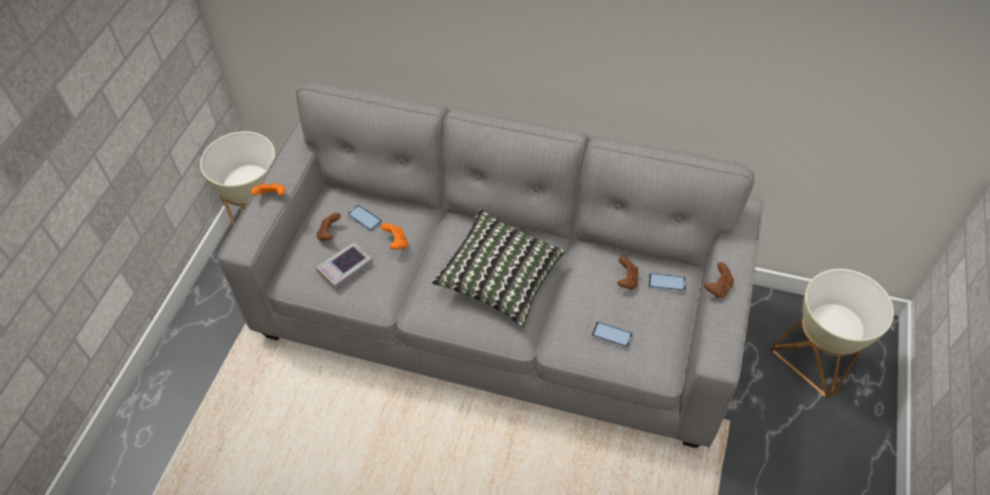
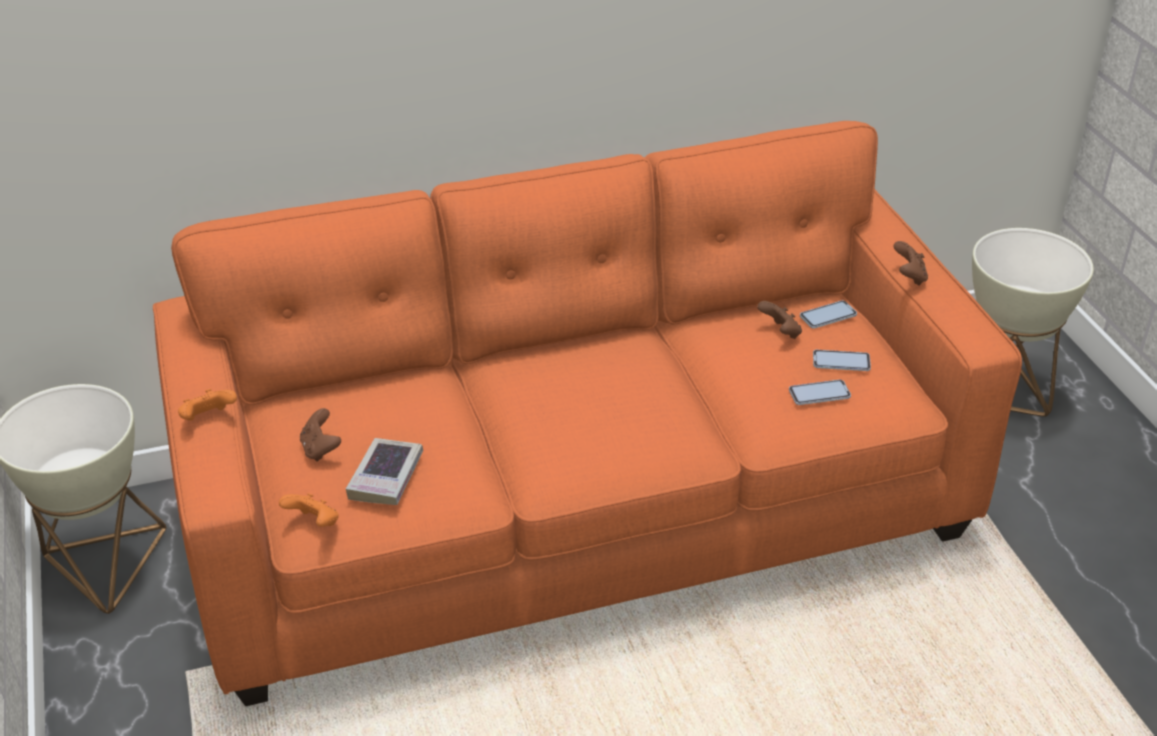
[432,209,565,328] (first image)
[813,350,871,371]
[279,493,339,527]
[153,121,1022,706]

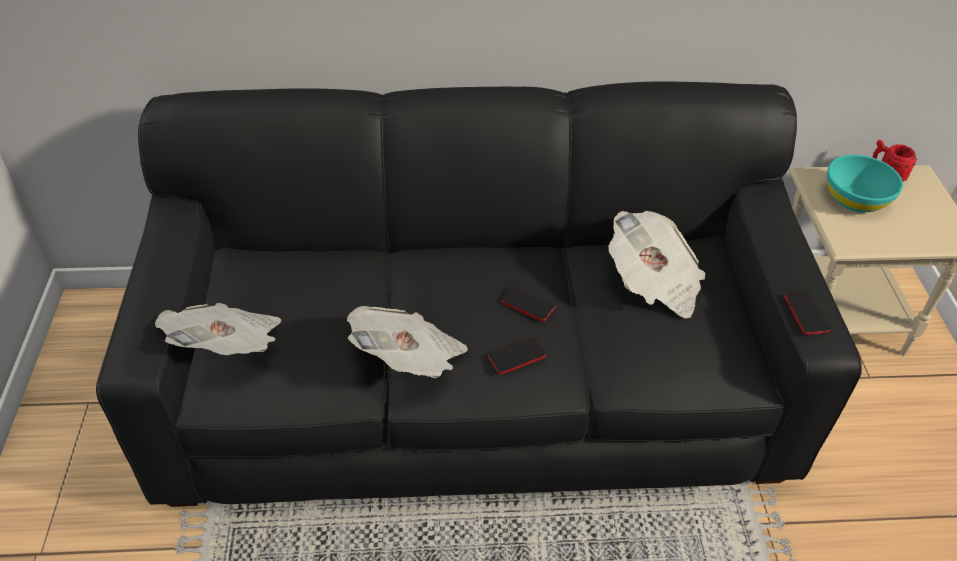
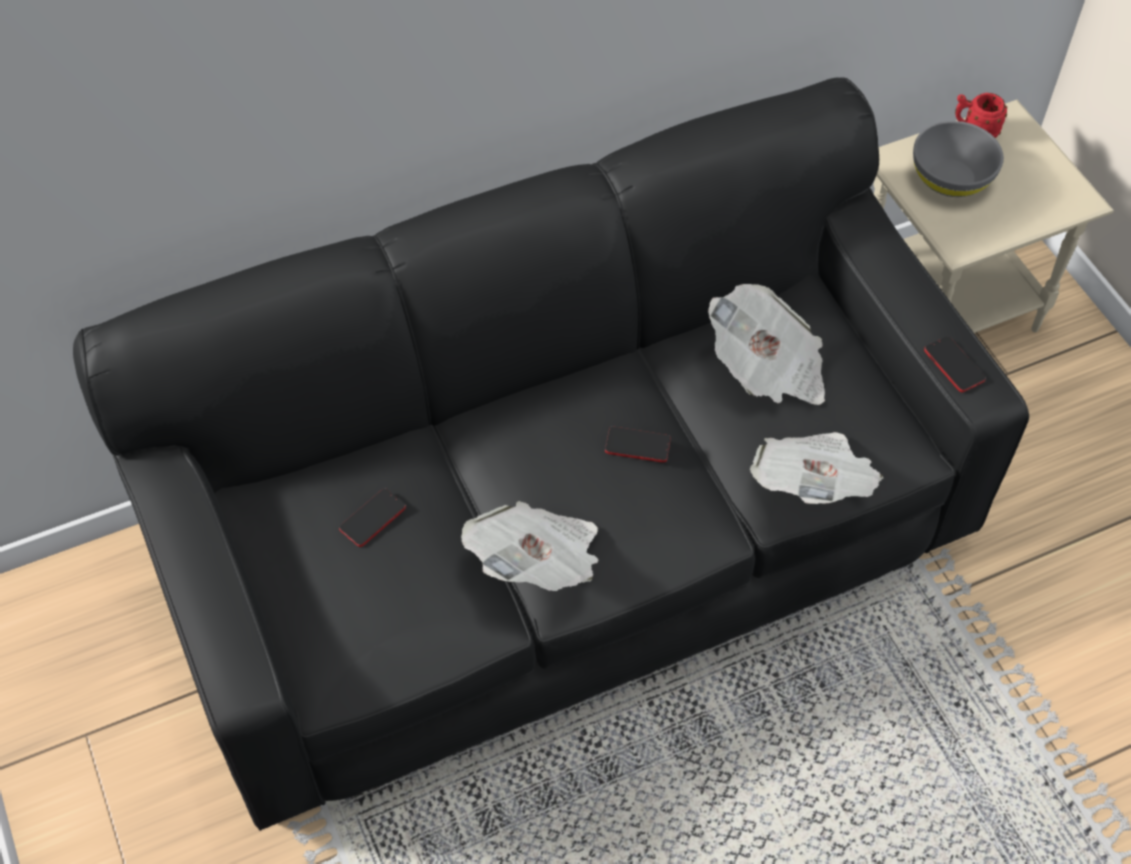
[750,432,883,504]
[339,489,406,547]
[913,121,1004,197]

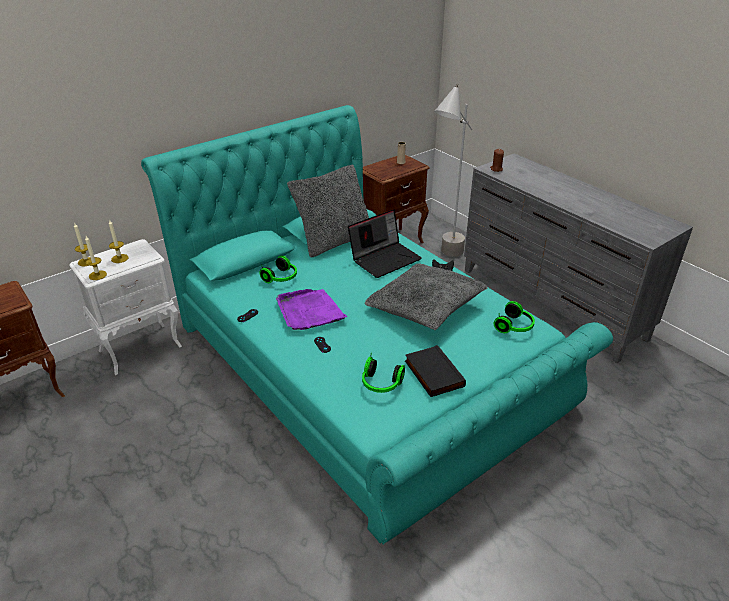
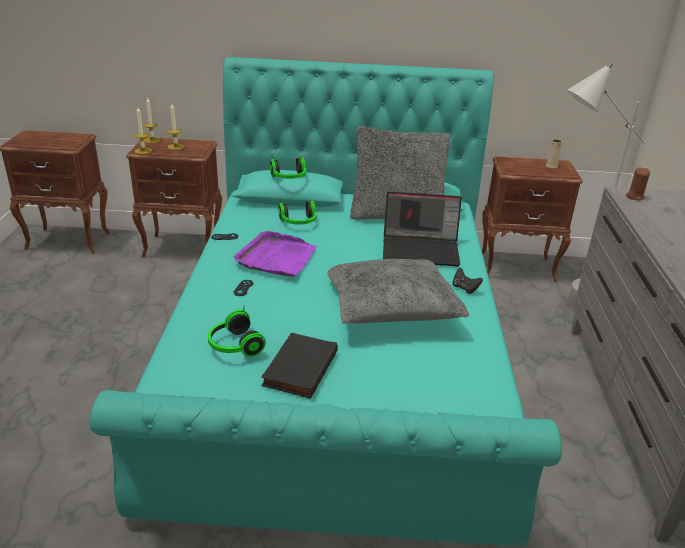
[270,157,306,179]
[126,137,222,258]

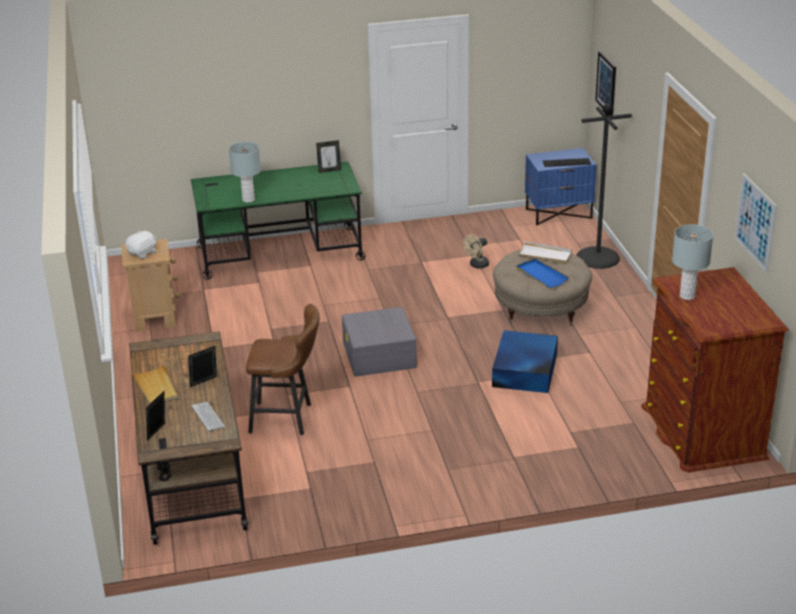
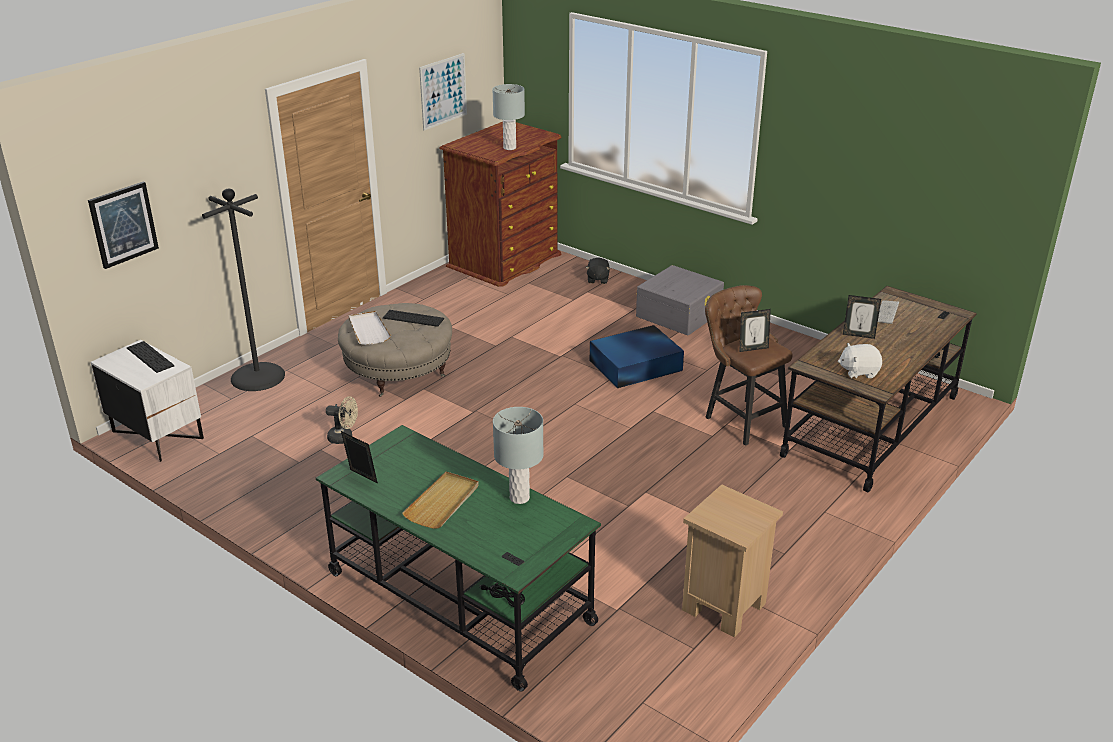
[585,258,610,284]
[838,343,882,378]
[402,472,479,529]
[739,309,771,352]
[636,265,724,335]
[590,325,684,388]
[383,310,444,327]
[91,340,204,462]

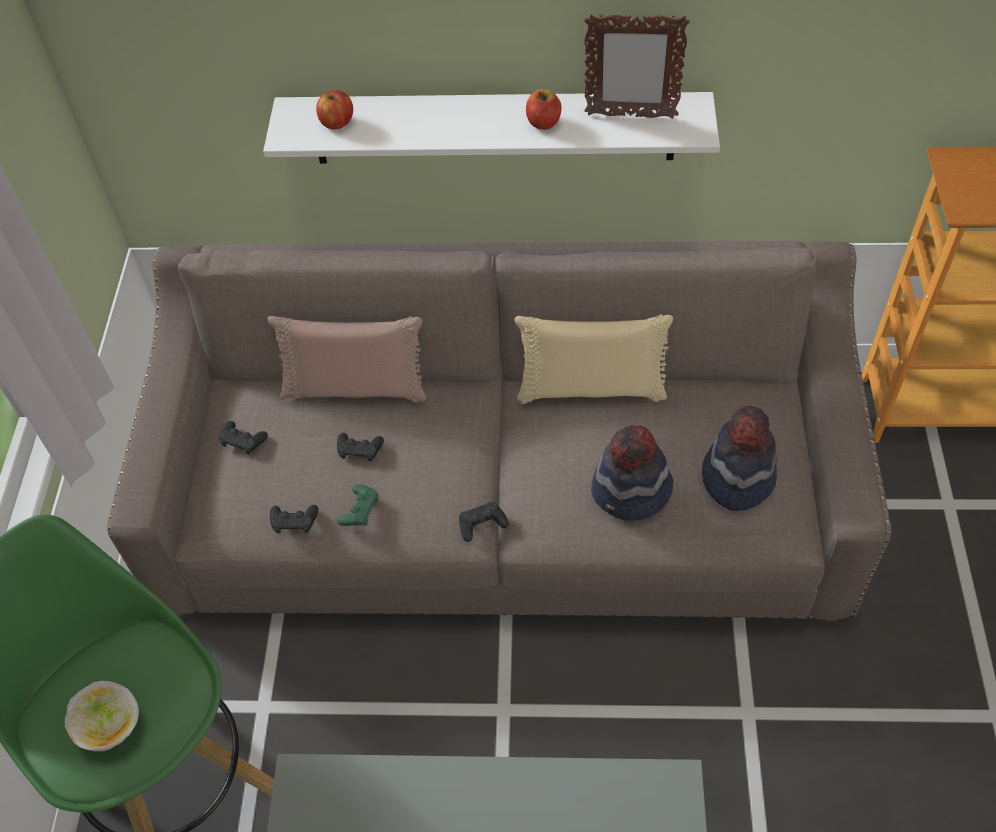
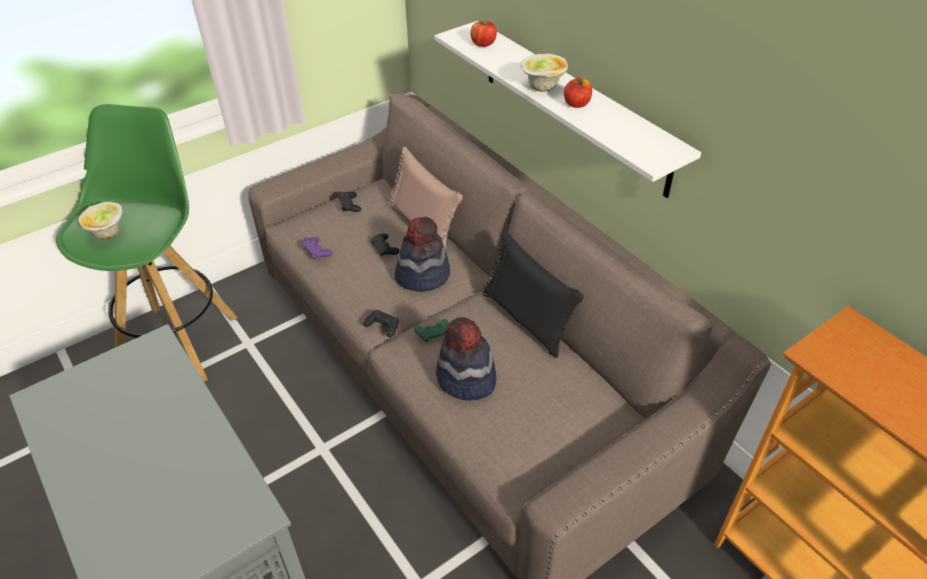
[584,13,689,119] (first image)
[520,54,568,92]
[414,319,449,343]
[395,217,450,292]
[302,237,332,260]
[482,231,584,358]

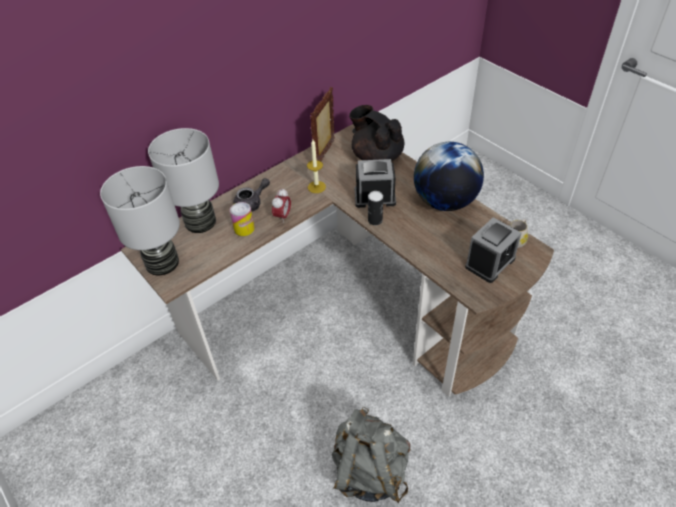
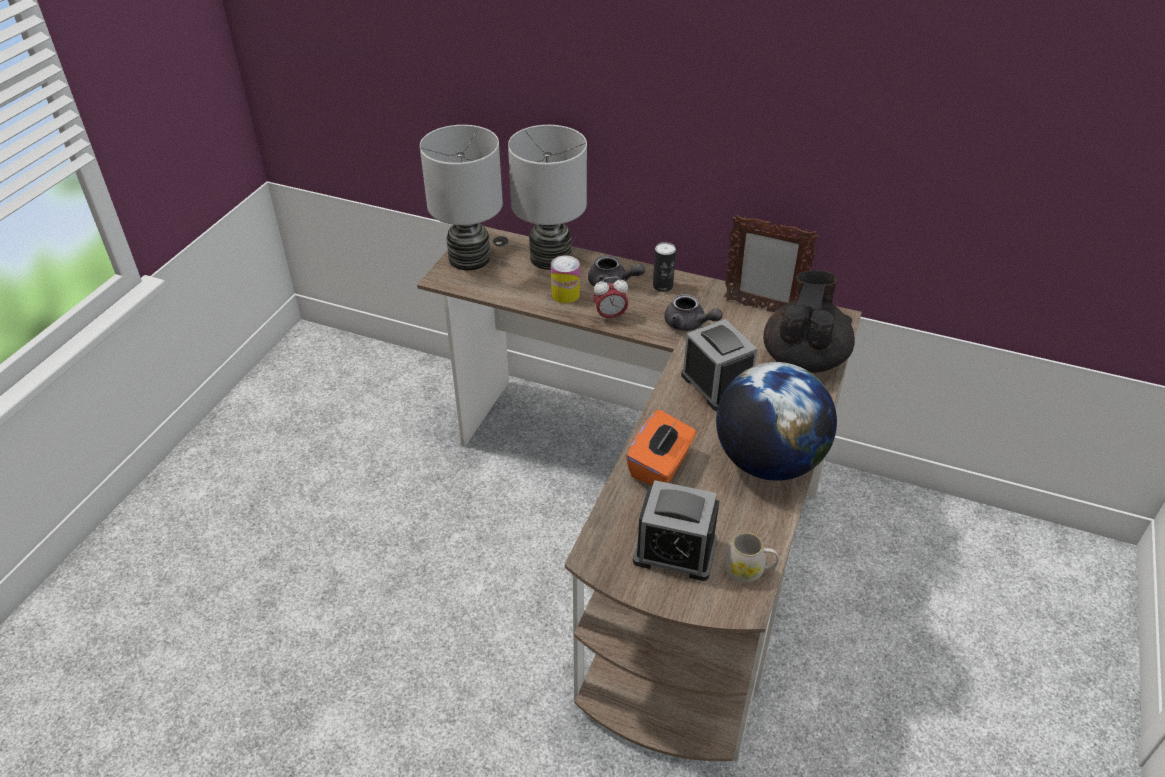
[332,406,411,503] (first image)
[626,410,696,485]
[653,242,676,292]
[664,294,723,331]
[724,215,819,312]

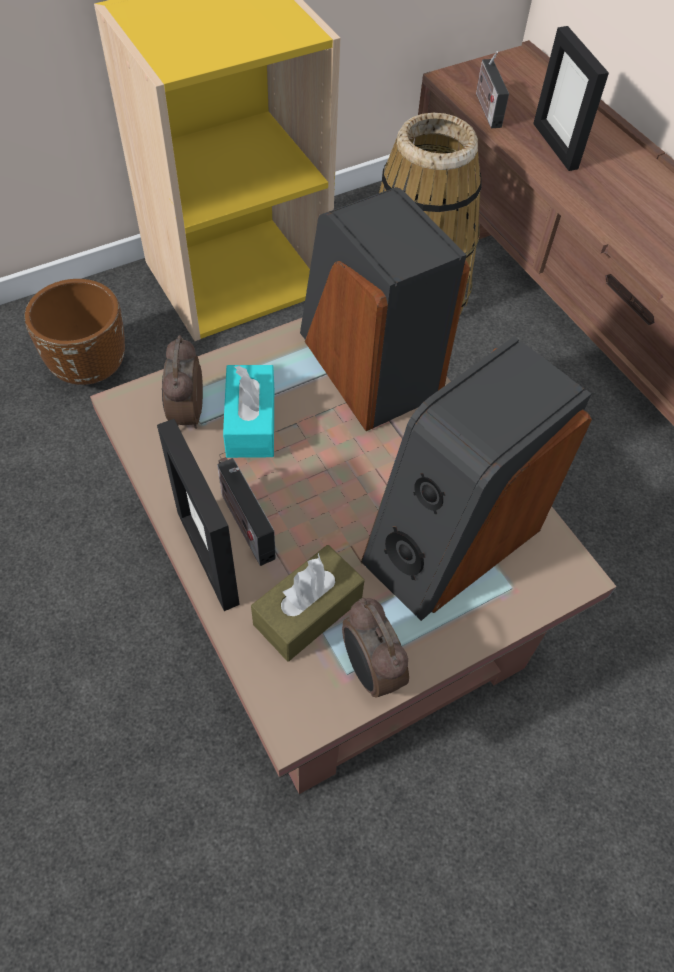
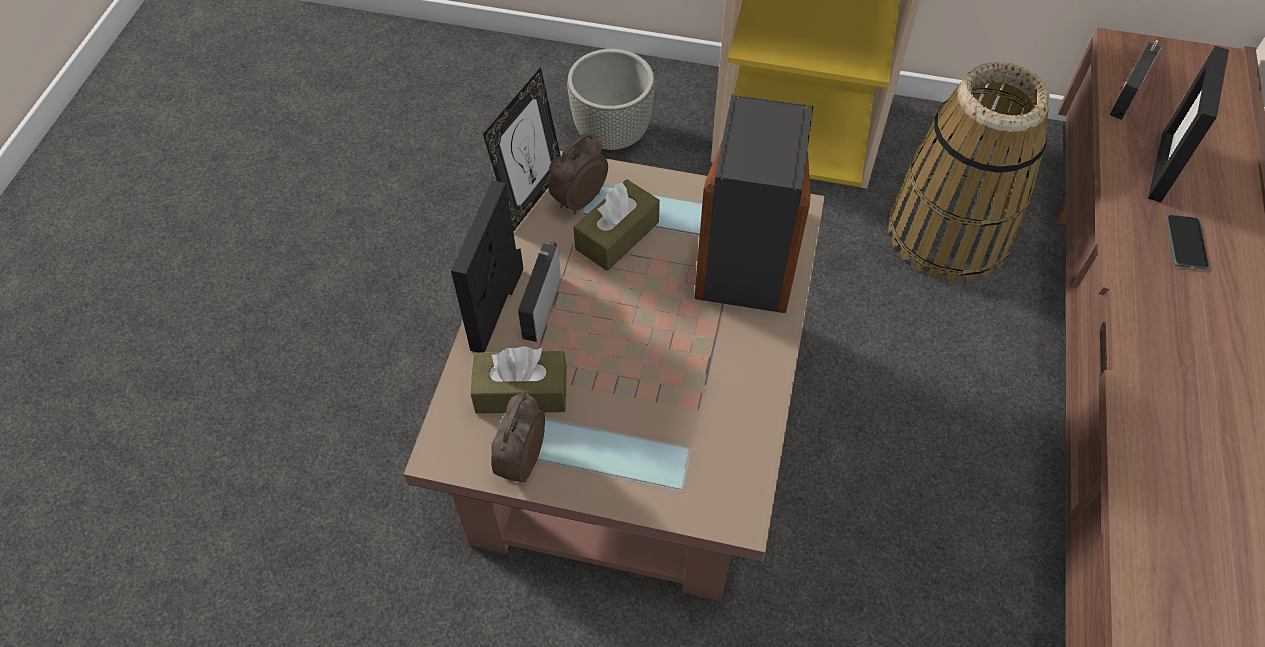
[361,336,592,621] (first image)
[483,67,561,232]
[1166,215,1209,269]
[567,49,655,150]
[574,179,660,271]

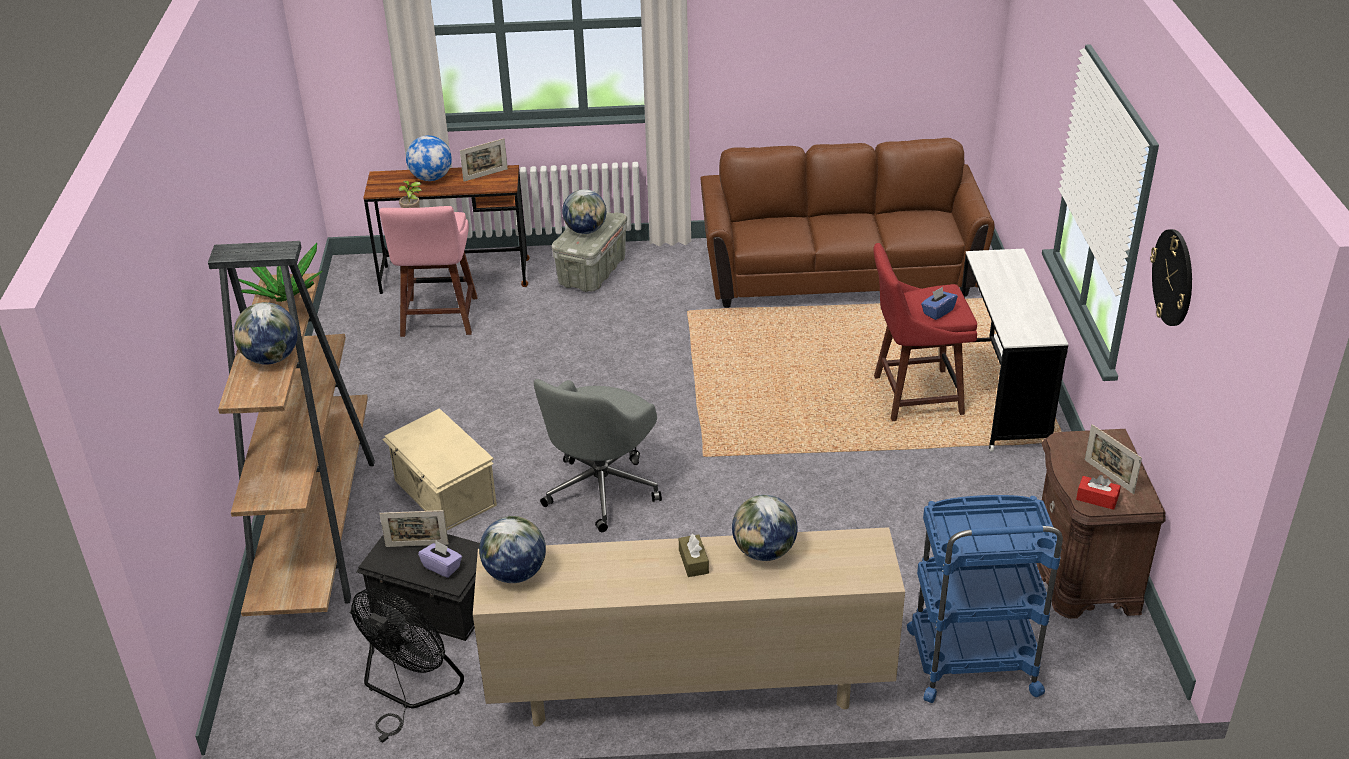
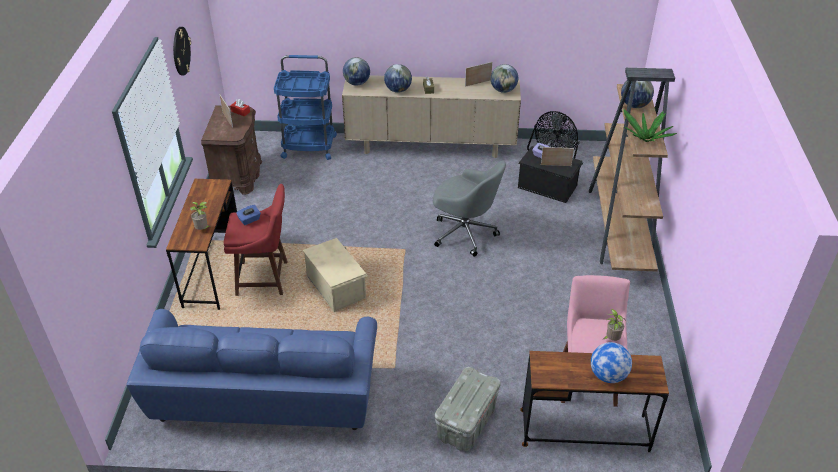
[190,202,210,230]
[303,238,368,312]
[465,62,492,87]
[343,57,370,86]
[126,309,377,430]
[166,179,237,310]
[433,161,506,257]

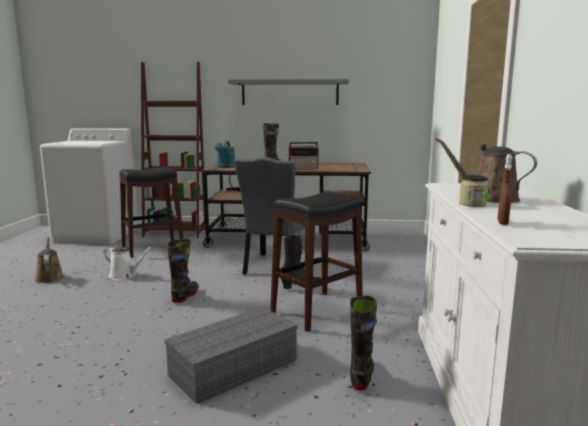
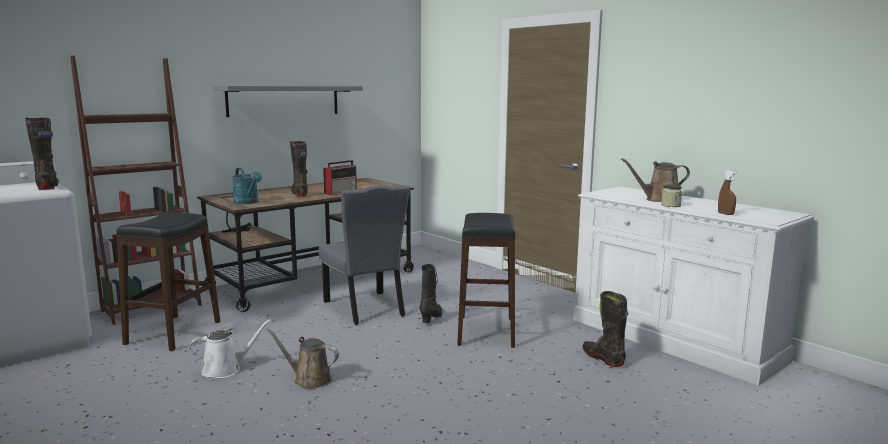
[164,307,298,404] (first image)
[266,328,339,389]
[25,117,59,190]

